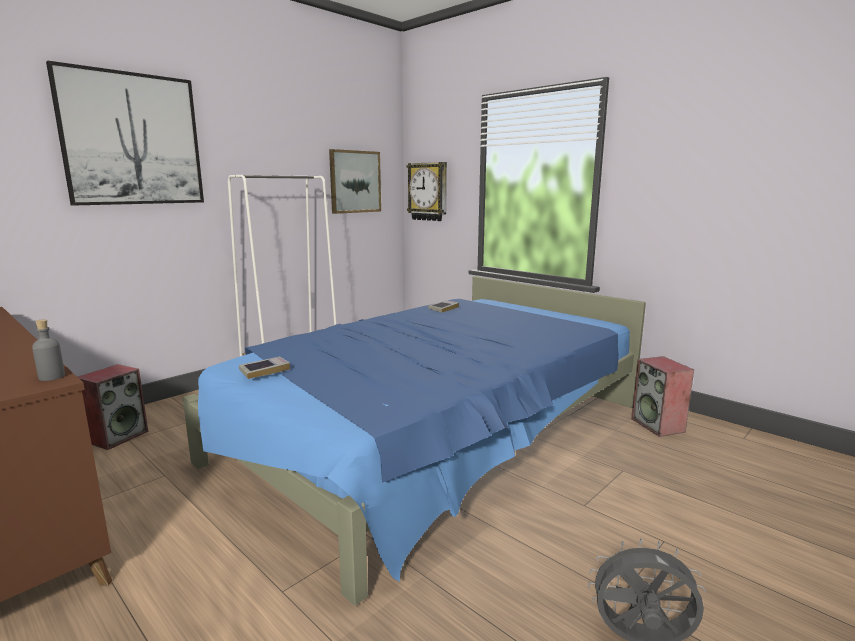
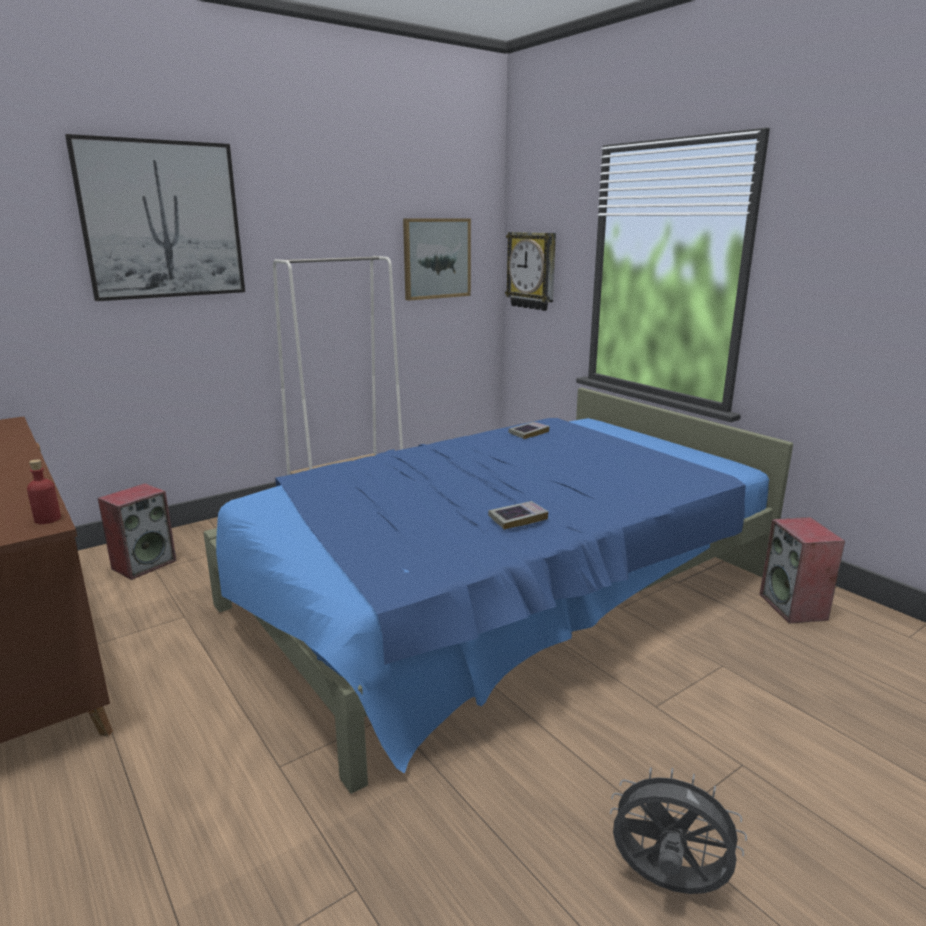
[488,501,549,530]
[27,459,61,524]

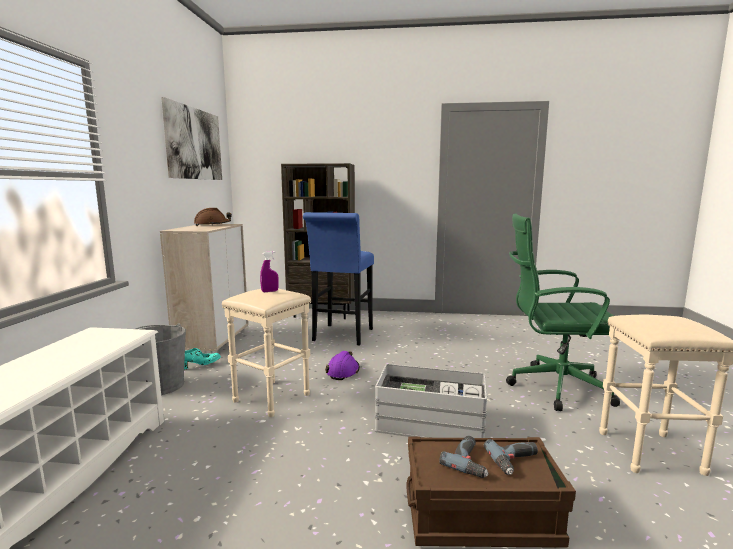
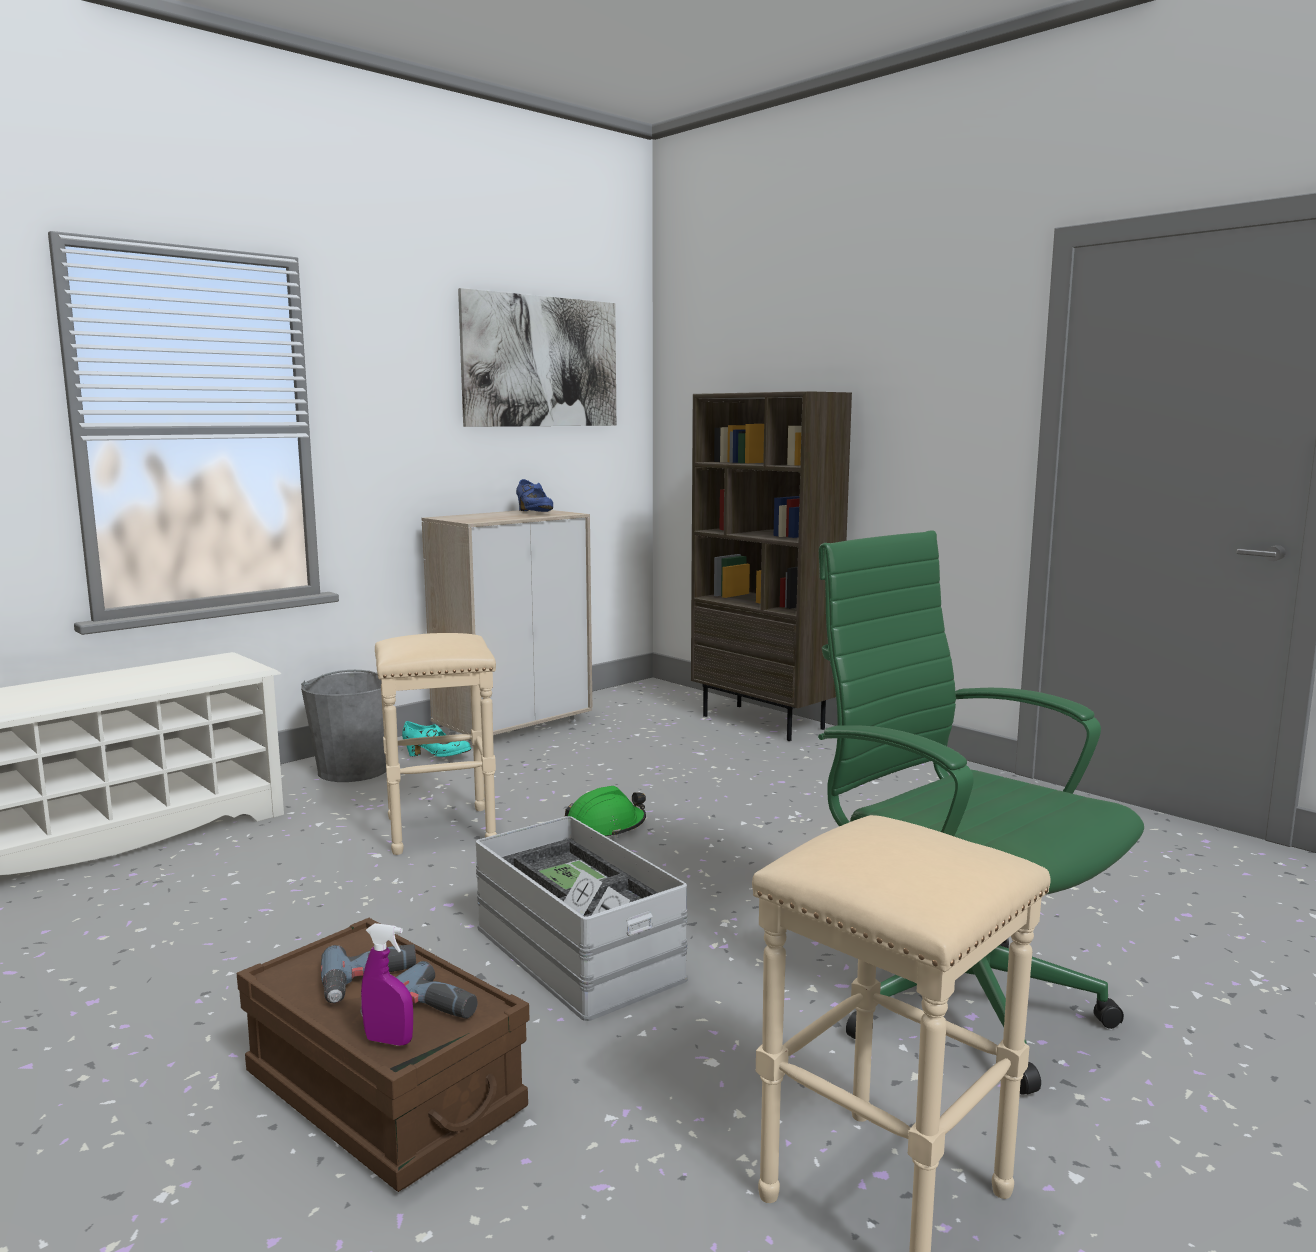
[303,212,374,346] (first image)
[361,923,413,1046]
[516,479,553,512]
[565,786,646,838]

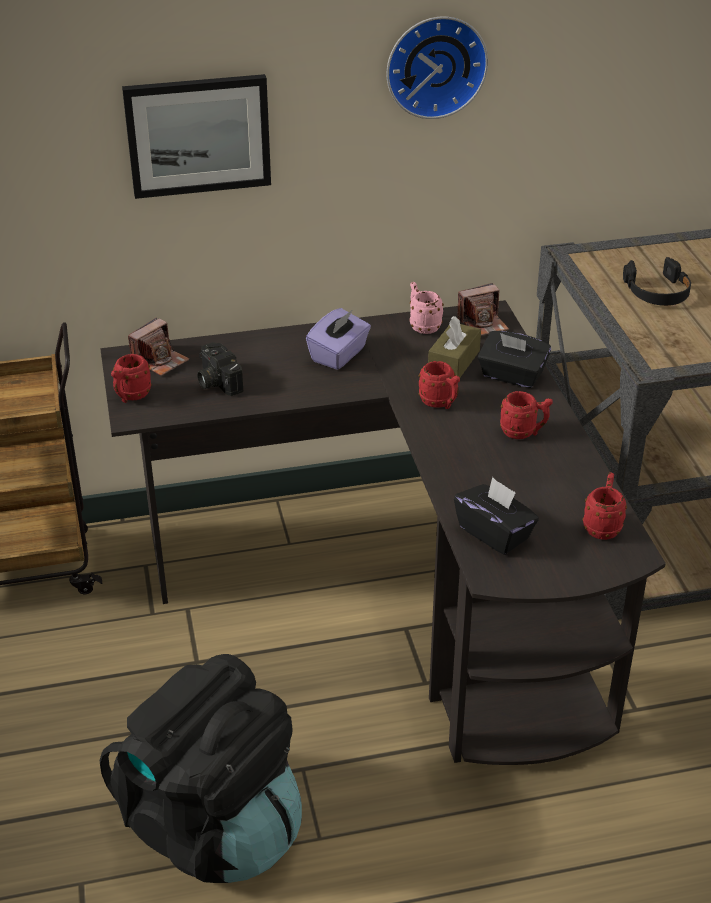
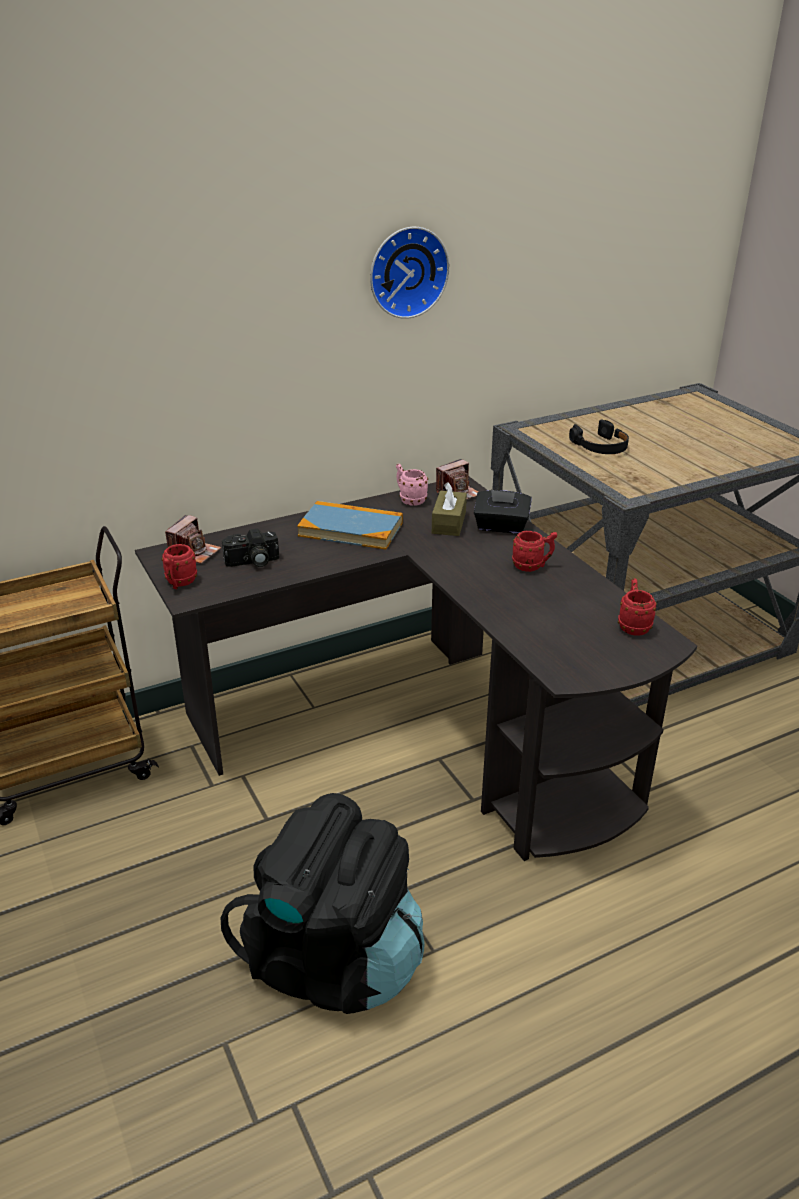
[122,74,271,199] (first image)
[419,361,460,409] (first image)
[454,477,539,555] (first image)
[297,501,403,549]
[222,529,279,567]

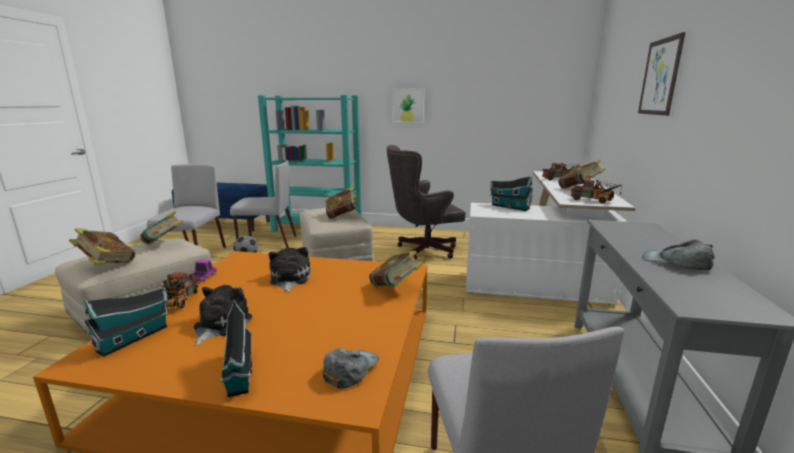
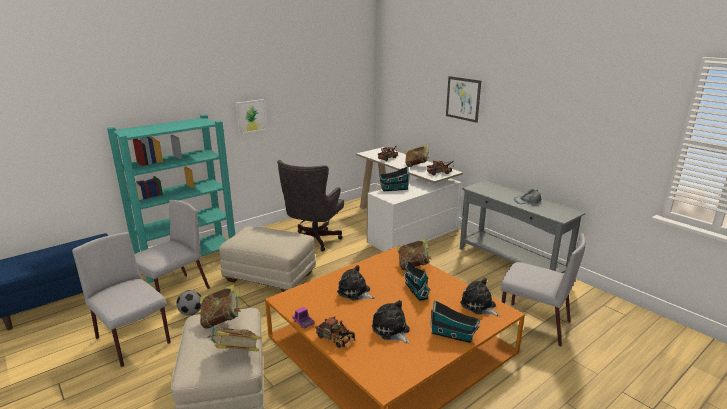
[325,187,358,219] (first image)
[404,260,430,301]
[460,278,500,316]

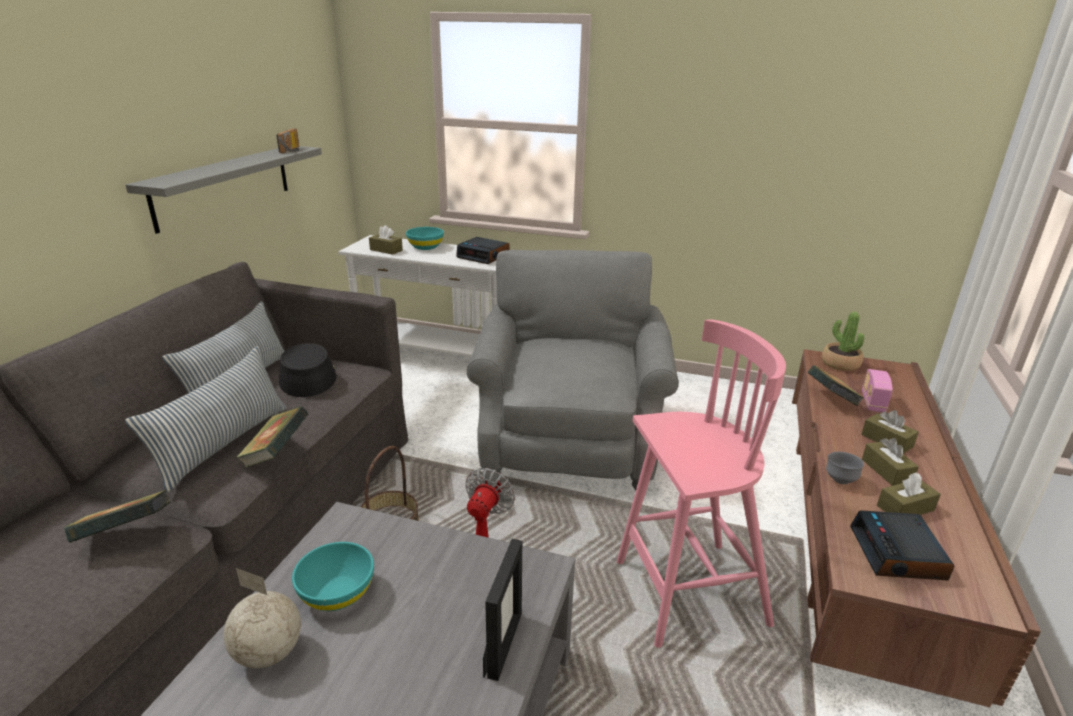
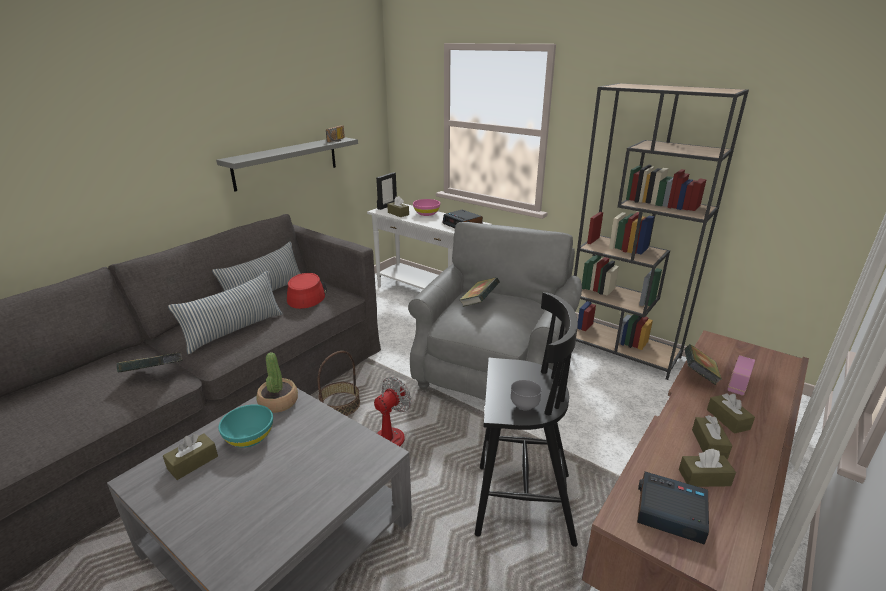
[574,83,749,380]
[460,277,500,307]
[376,172,397,210]
[256,352,298,413]
[511,380,542,411]
[163,433,218,480]
[287,273,327,309]
[413,199,440,216]
[475,292,578,547]
[637,472,709,545]

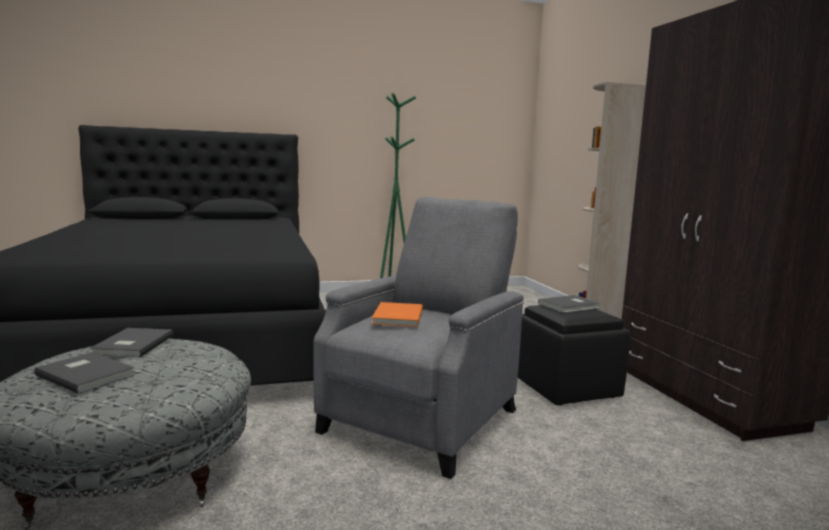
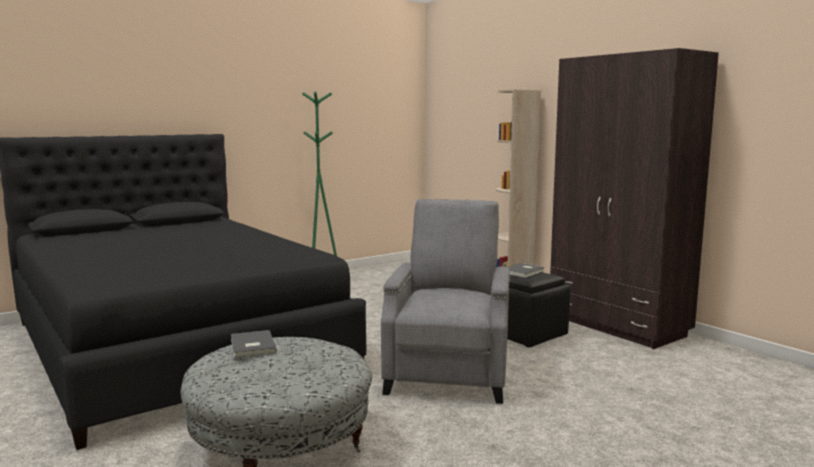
[34,352,135,394] (first image)
[371,302,423,327] (first image)

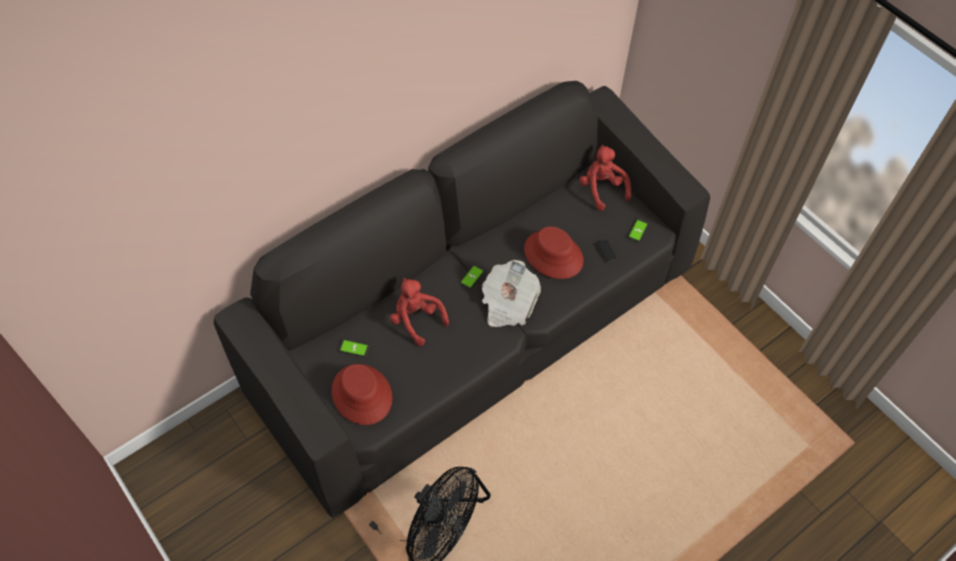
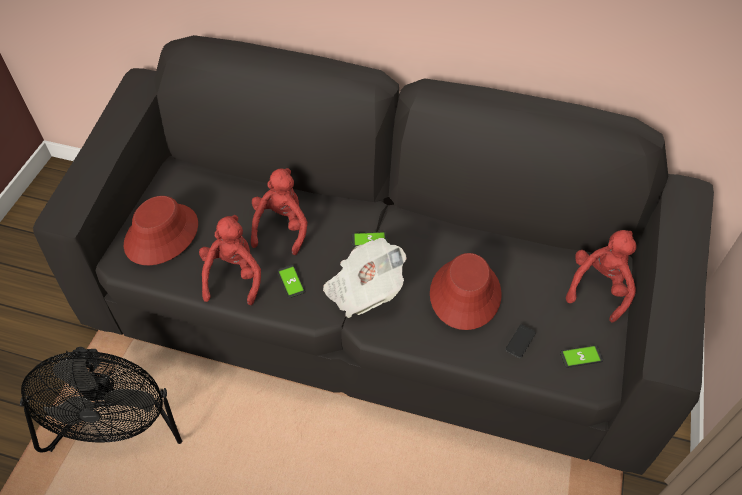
[199,215,261,305]
[277,265,305,298]

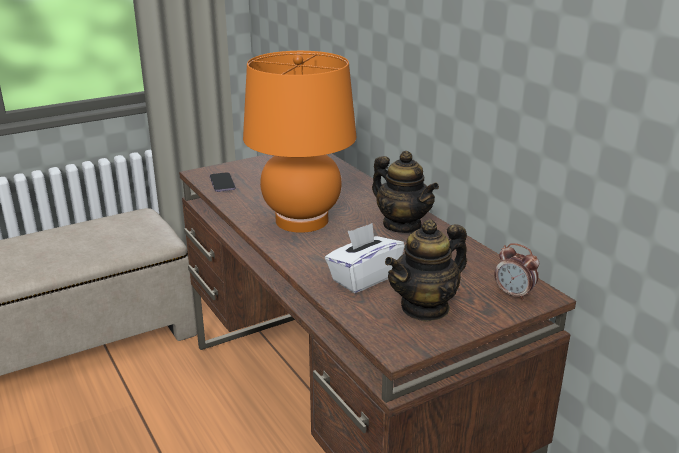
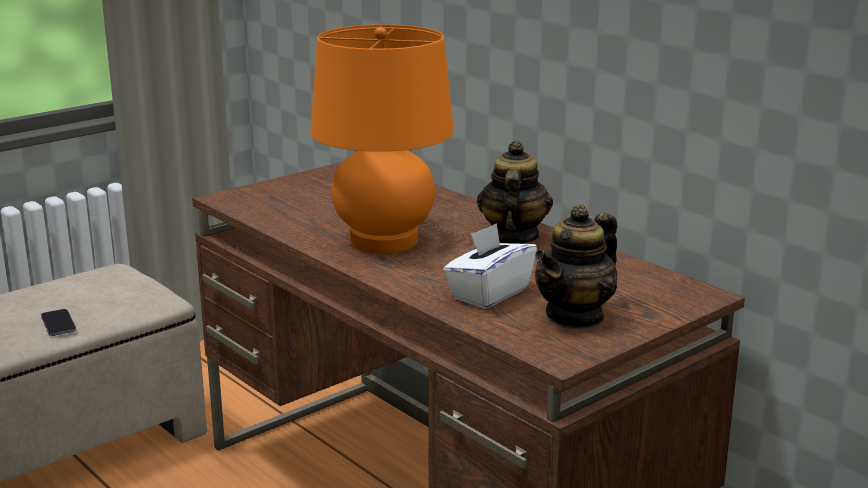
[494,243,539,301] (first image)
[41,309,76,336]
[477,140,553,244]

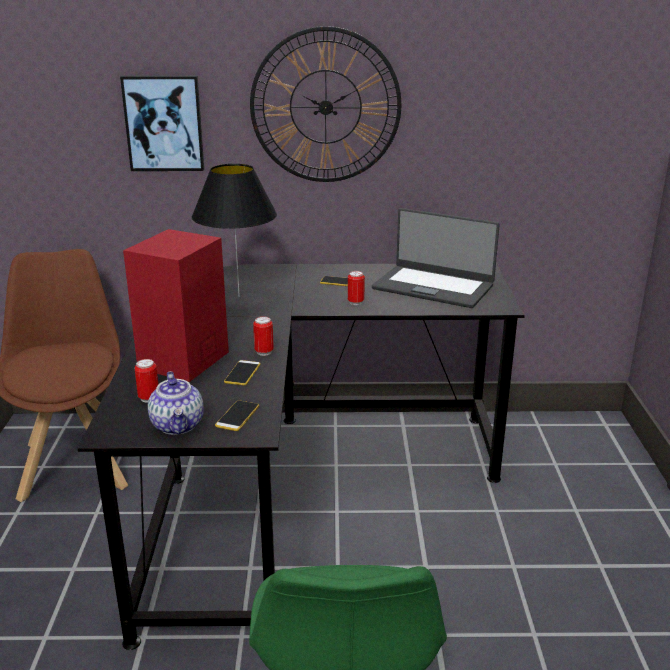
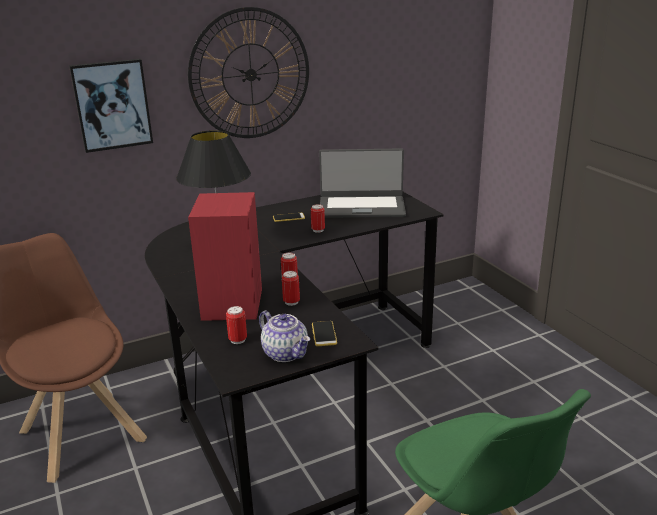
[282,271,300,306]

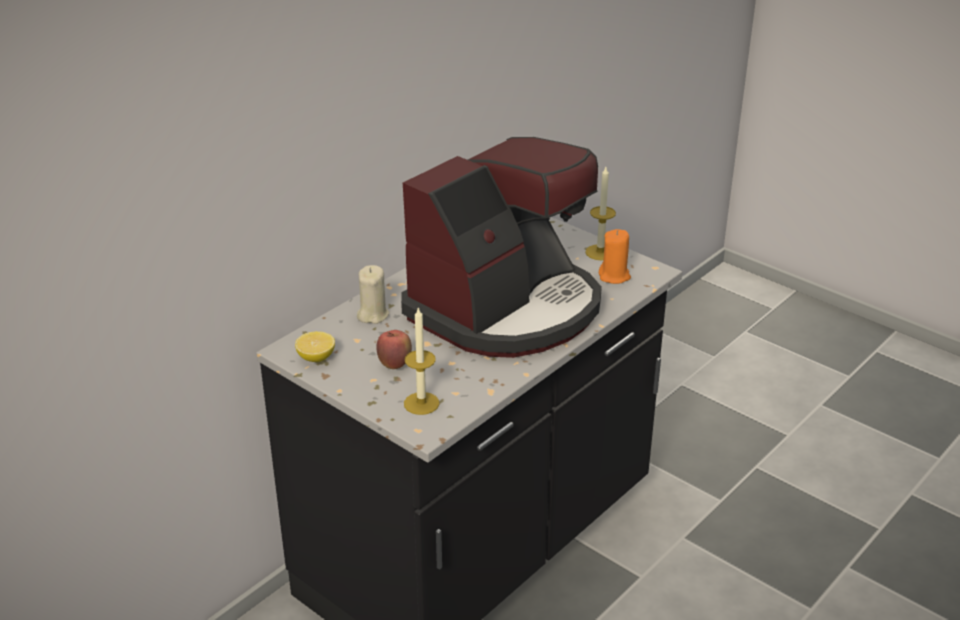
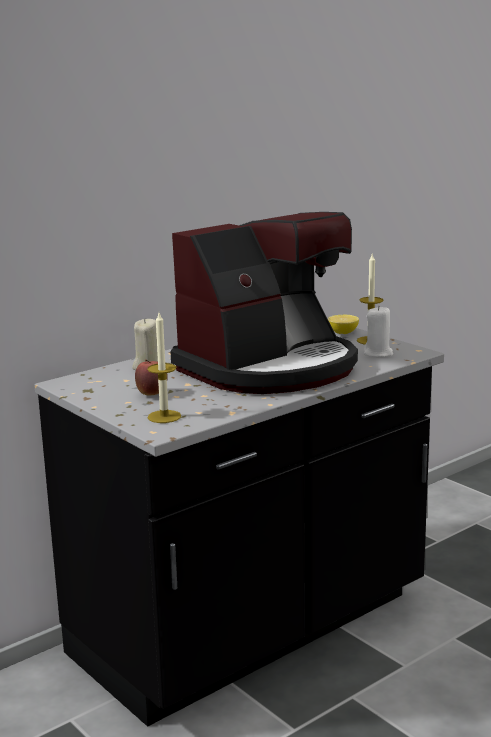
[328,315,359,334]
[364,306,393,357]

